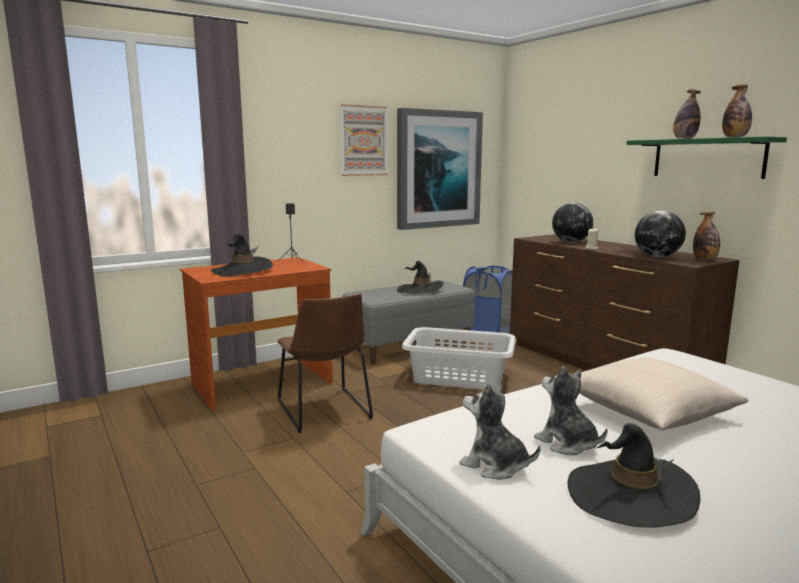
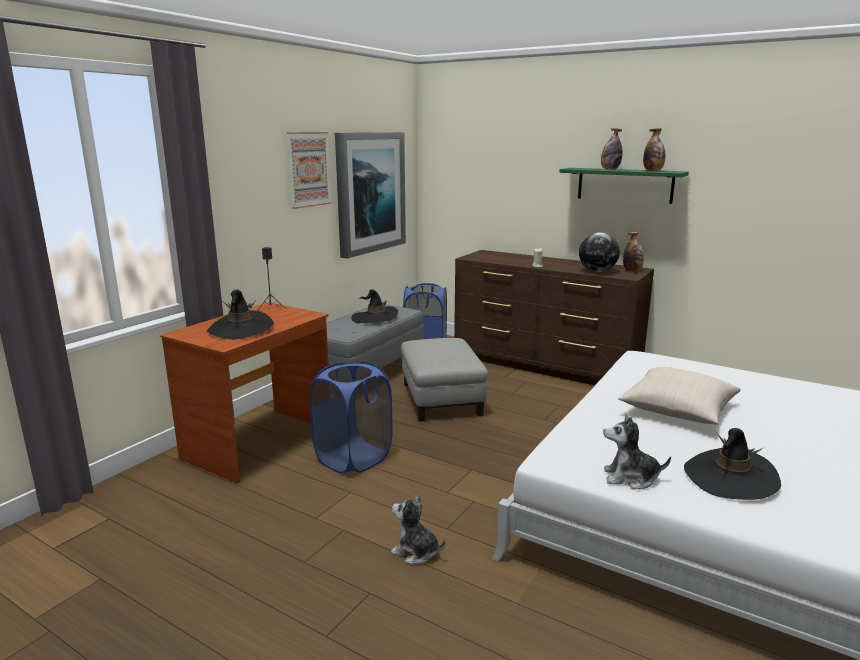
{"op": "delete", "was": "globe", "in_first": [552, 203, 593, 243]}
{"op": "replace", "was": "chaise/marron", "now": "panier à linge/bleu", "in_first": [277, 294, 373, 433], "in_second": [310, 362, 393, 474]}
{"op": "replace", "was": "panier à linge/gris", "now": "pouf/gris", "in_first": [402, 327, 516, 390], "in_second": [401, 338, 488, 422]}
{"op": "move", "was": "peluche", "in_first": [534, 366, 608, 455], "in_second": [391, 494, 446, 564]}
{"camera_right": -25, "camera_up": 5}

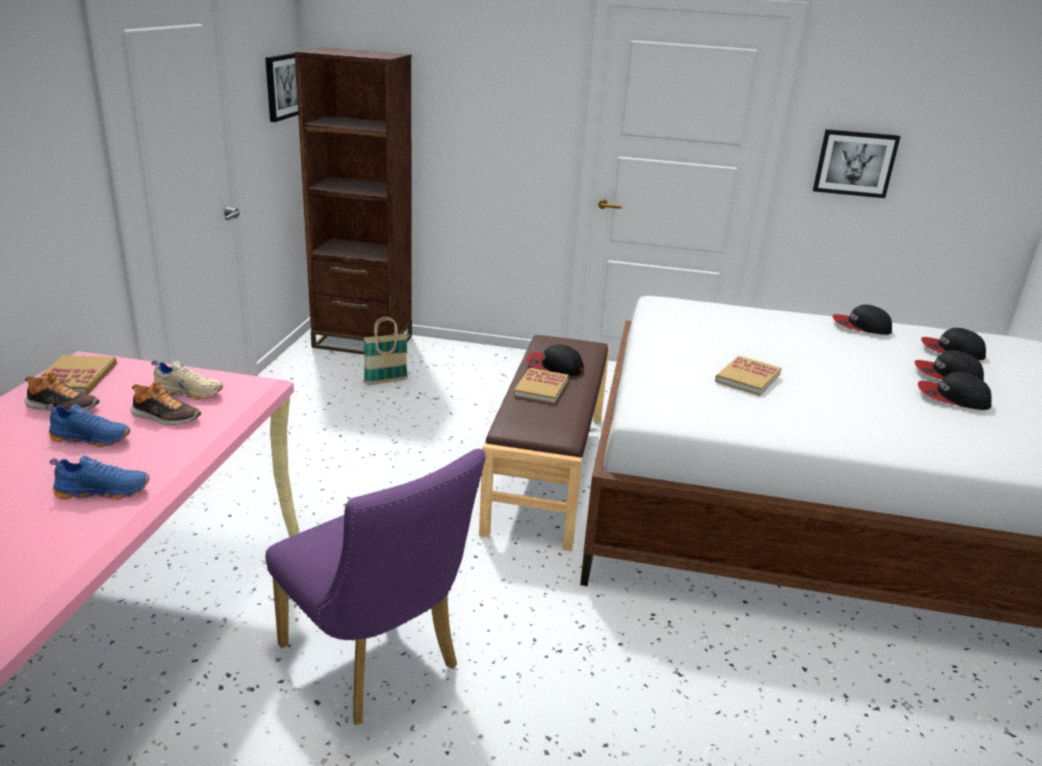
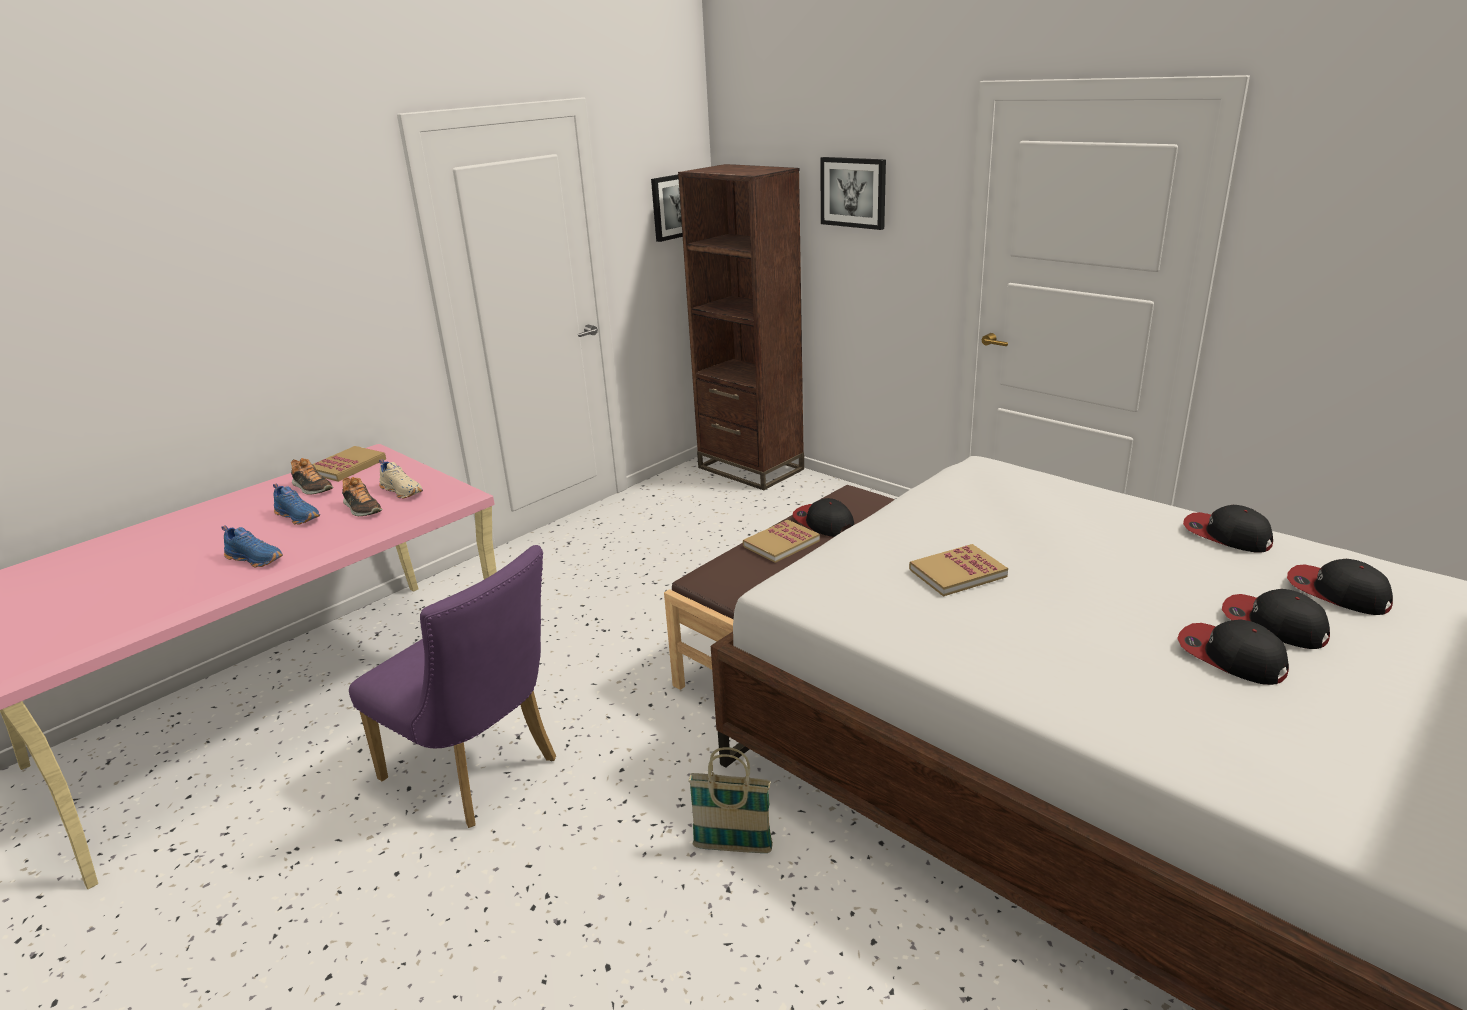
{"op": "move", "was": "tableau", "in_first": [813, 129, 901, 198], "in_second": [820, 157, 886, 230]}
{"op": "move", "was": "panier", "in_first": [363, 317, 408, 385], "in_second": [688, 747, 773, 853]}
{"op": "rotate", "was": "chaise/violet", "in_first": [265, 449, 486, 725], "in_second": [349, 545, 556, 828], "clockwise": -45}
{"camera_right": 35, "camera_up": 0}

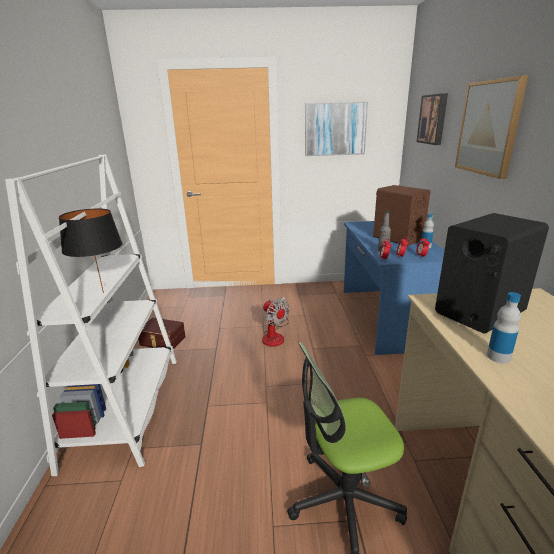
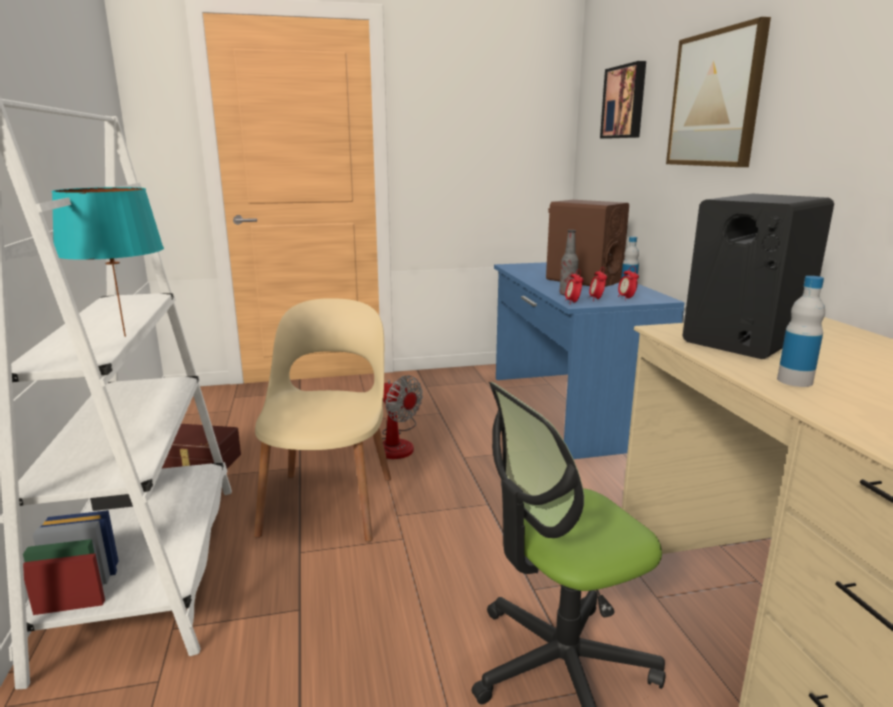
{"op": "delete", "was": "tableau", "in_first": [305, 102, 368, 156]}
{"op": "recolor", "was": "lampe de table/noir", "now": "lampe de table/turquoise", "in_first": [59, 208, 123, 293], "in_second": [52, 187, 164, 337]}
{"op": "insert", "now": "chaise/beige", "in_second": [254, 298, 391, 542]}
{"camera_right": -10, "camera_up": -5}

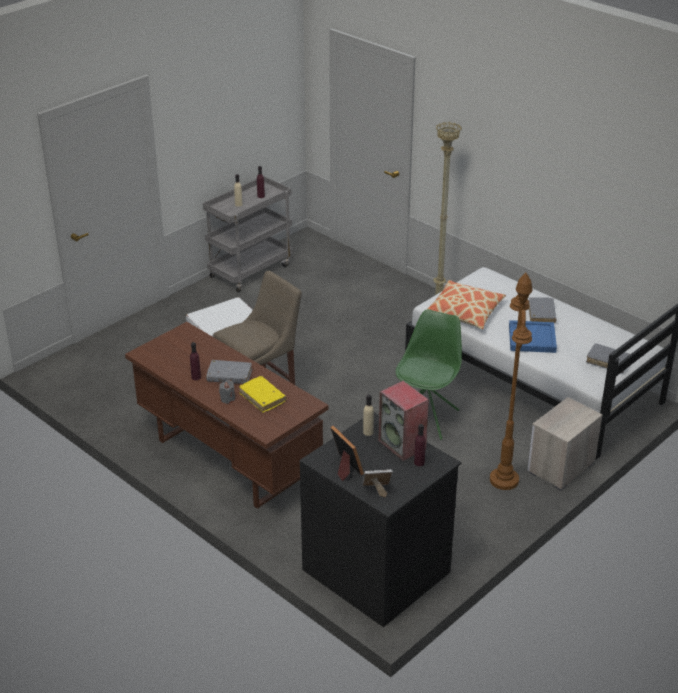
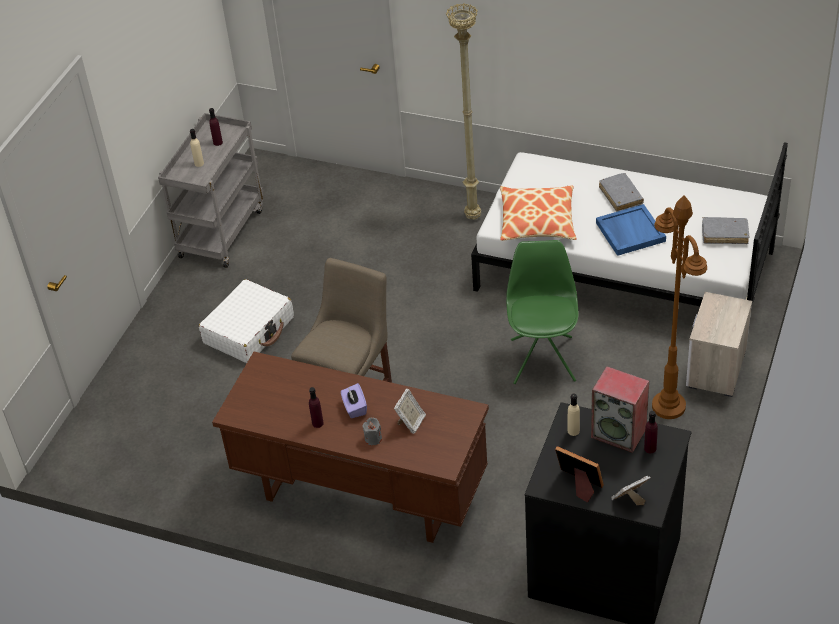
{"op": "replace", "was": "livre/gris", "now": "boîte à mouchoirs/violet", "in_first": [206, 360, 252, 384], "in_second": [341, 383, 367, 418]}
{"op": "replace", "was": "livre/jaune", "now": "cadre photo", "in_first": [239, 376, 286, 413], "in_second": [394, 389, 426, 434]}
{"camera_right": -20, "camera_up": 10}

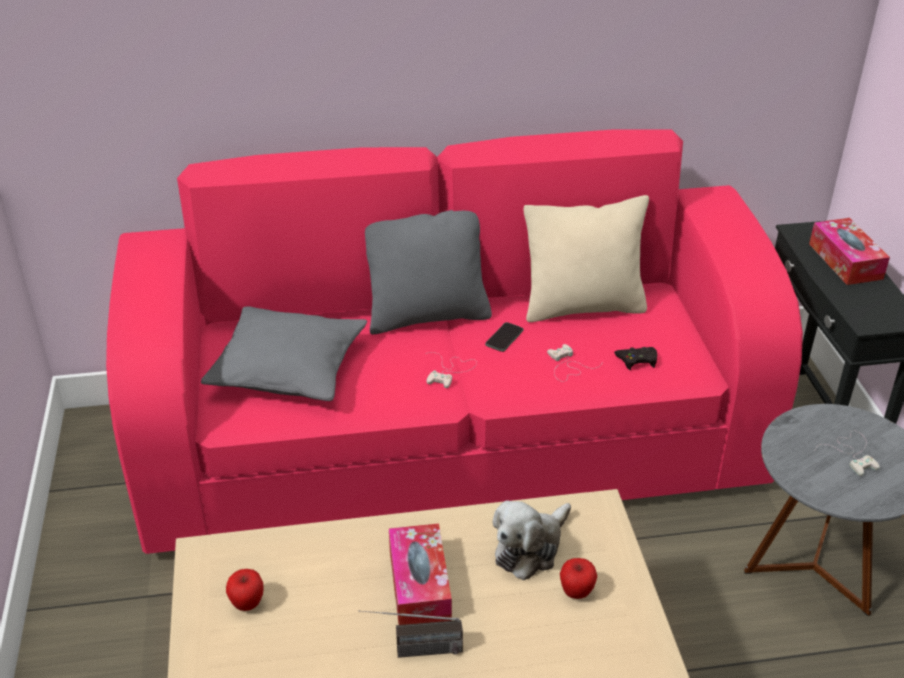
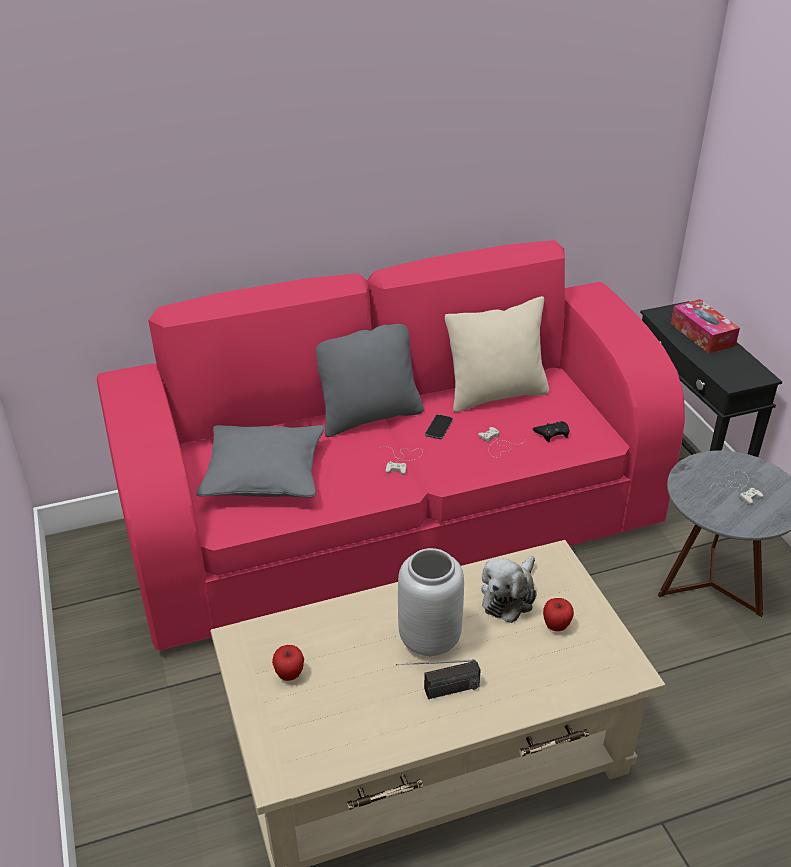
{"op": "replace", "was": "boîte à mouchoirs", "now": "vase/gris", "in_first": [389, 523, 452, 625], "in_second": [398, 548, 464, 656]}
{"camera_right": -10, "camera_up": 0}

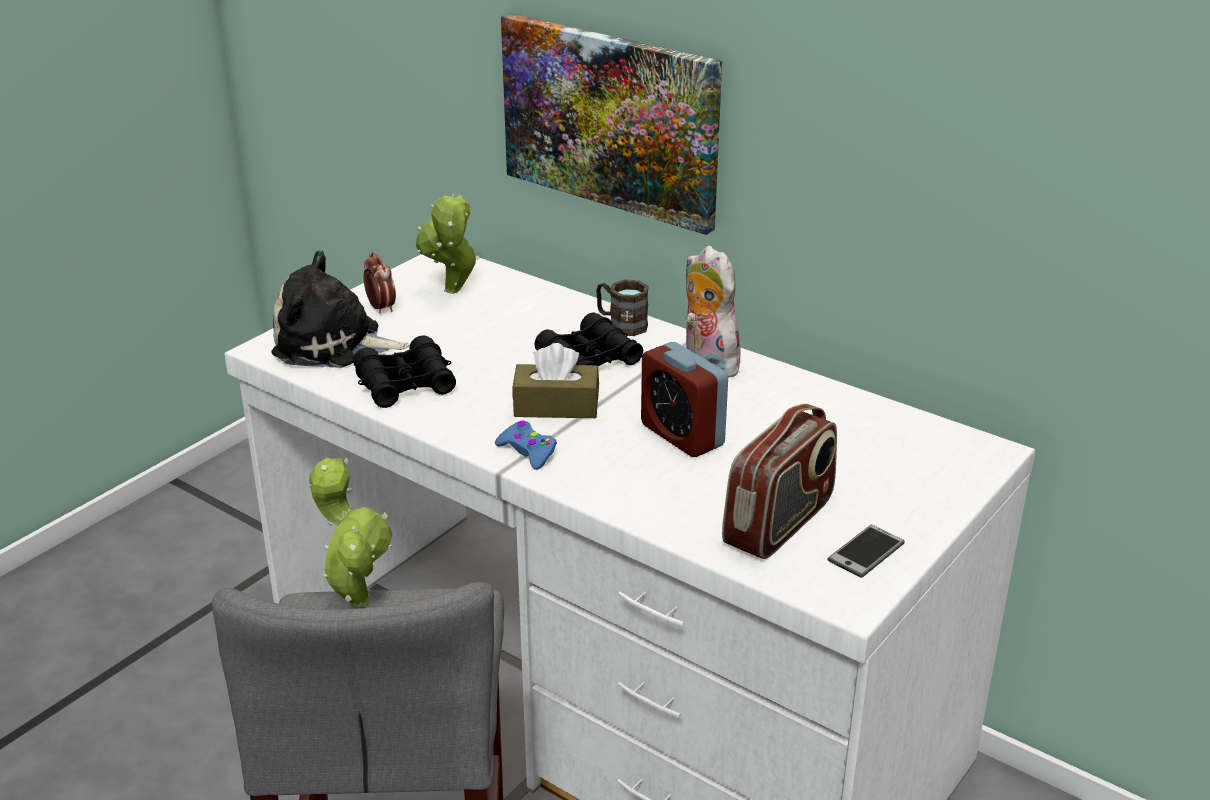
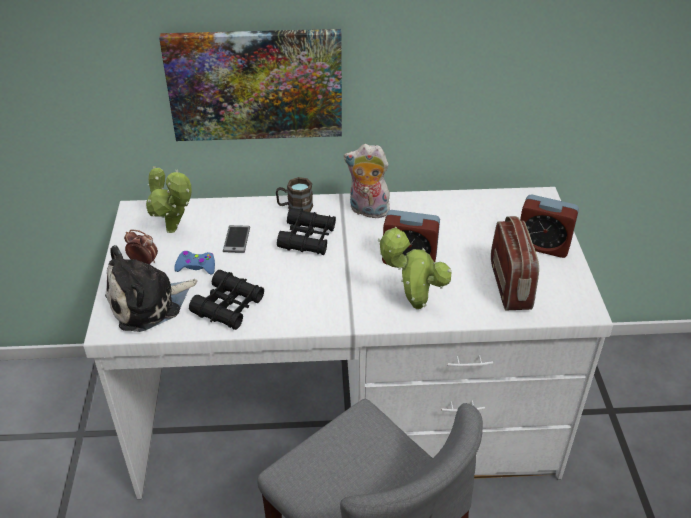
{"op": "delete", "was": "boîte à mouchoirs/marron", "in_first": [512, 343, 599, 418]}
{"op": "move", "was": "manette/bleu", "in_first": [495, 420, 557, 470], "in_second": [174, 251, 215, 275]}
{"op": "move", "was": "plante en pot", "in_first": [308, 458, 392, 607], "in_second": [378, 226, 451, 309]}
{"op": "move", "was": "téléphone", "in_first": [827, 525, 905, 578], "in_second": [223, 225, 250, 253]}
{"op": "insert", "now": "réveil", "in_second": [520, 195, 579, 258]}
{"camera_right": -40, "camera_up": 10}

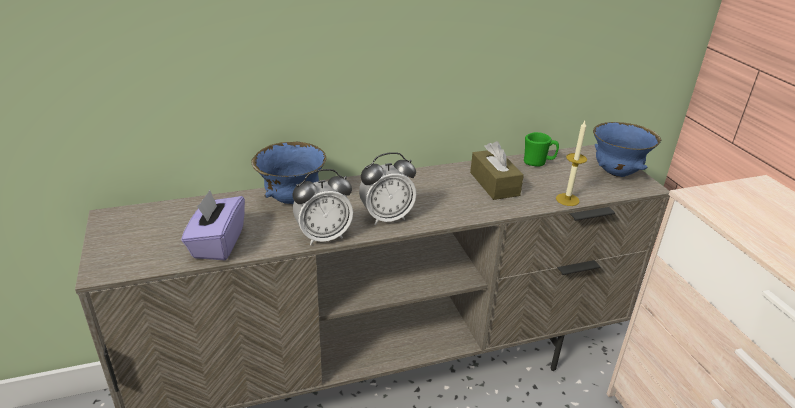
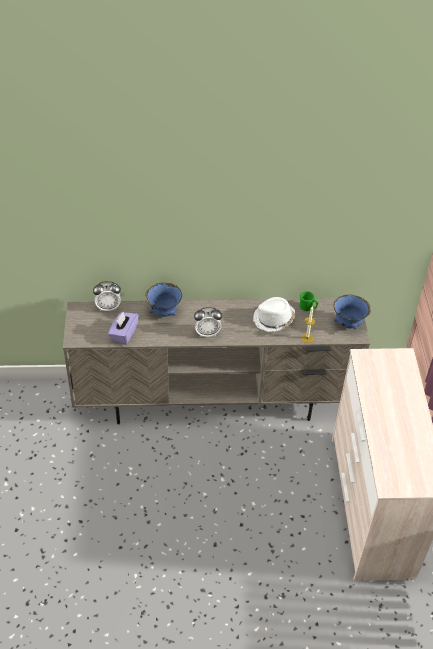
{"op": "replace", "was": "boîte à mouchoirs/marron", "now": "chapeau/blanc", "in_first": [470, 141, 524, 200], "in_second": [253, 297, 296, 332]}
{"op": "move", "was": "réveil", "in_first": [292, 169, 353, 245], "in_second": [93, 281, 121, 311]}
{"camera_right": 15, "camera_up": 15}

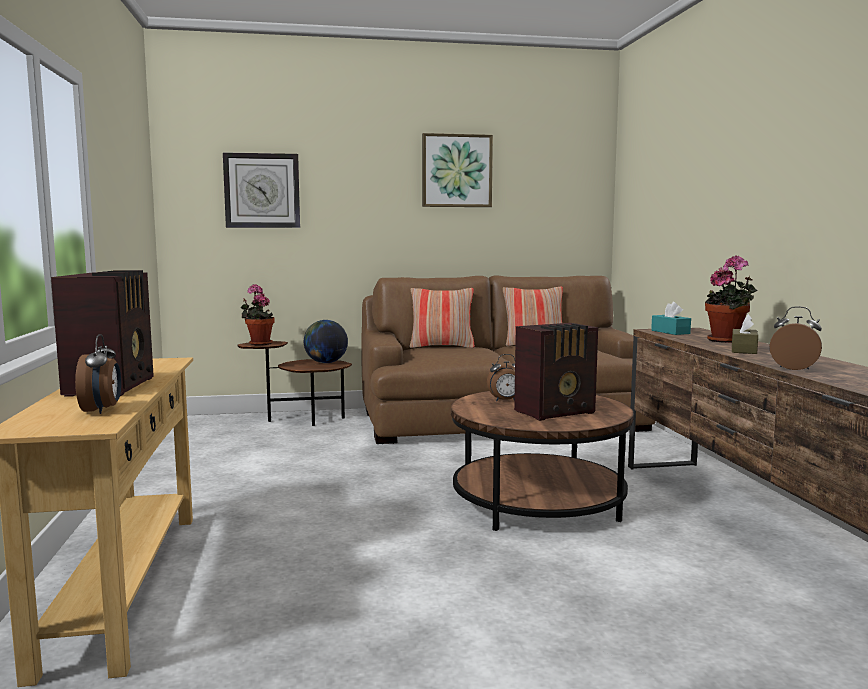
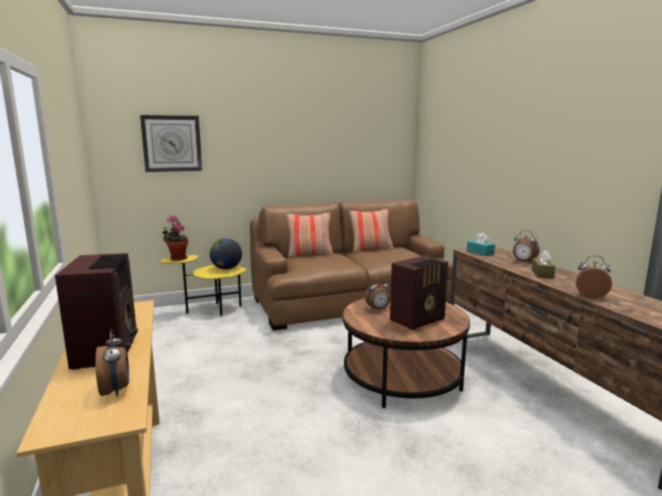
{"op": "delete", "was": "tableau", "in_first": [422, 133, 493, 207]}
{"op": "replace", "was": "plante en pot", "now": "réveil", "in_first": [705, 256, 758, 343], "in_second": [513, 230, 540, 263]}
{"op": "recolor", "was": "table d'appoint/marron", "now": "table d'appoint/jaune", "in_first": [238, 341, 352, 426], "in_second": [161, 255, 246, 316]}
{"camera_right": -10, "camera_up": 5}

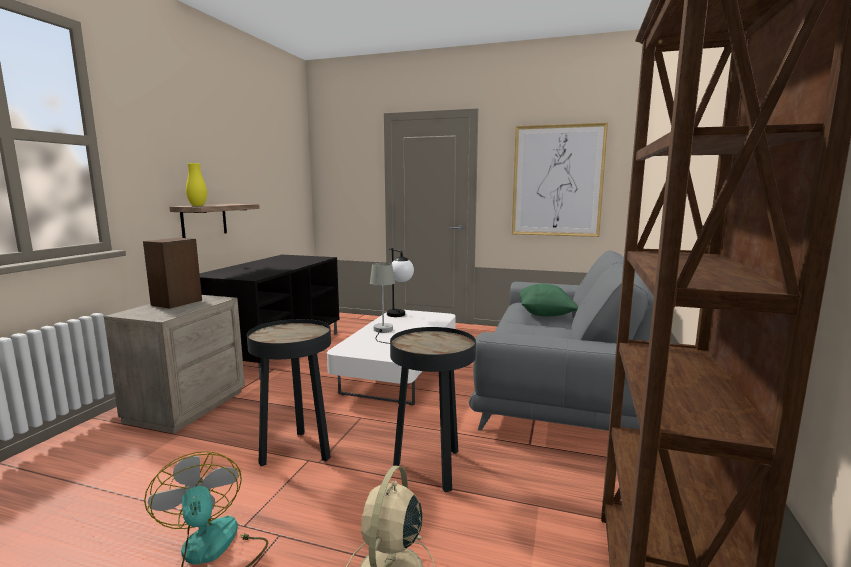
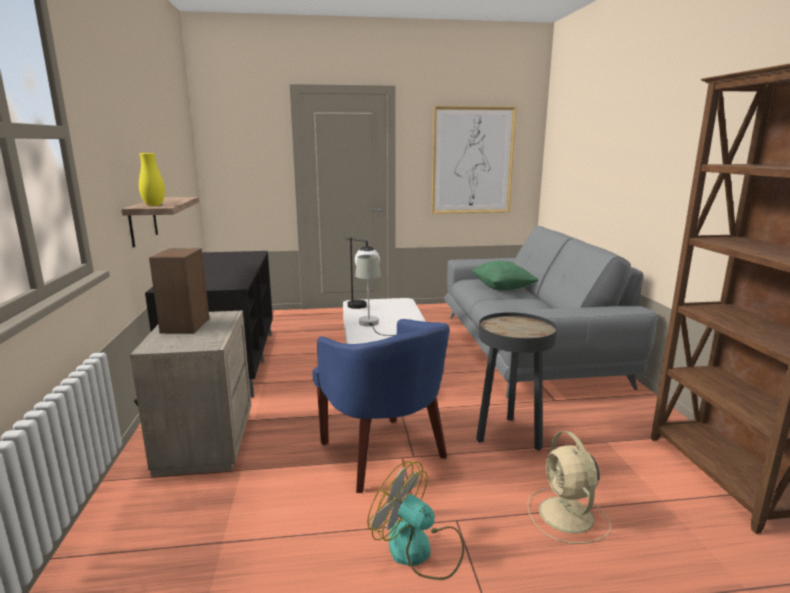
{"op": "replace", "was": "table d'appoint/noir", "now": "fauteuil/bleu", "in_first": [247, 319, 331, 466], "in_second": [312, 319, 450, 493]}
{"camera_right": -25, "camera_up": 5}

